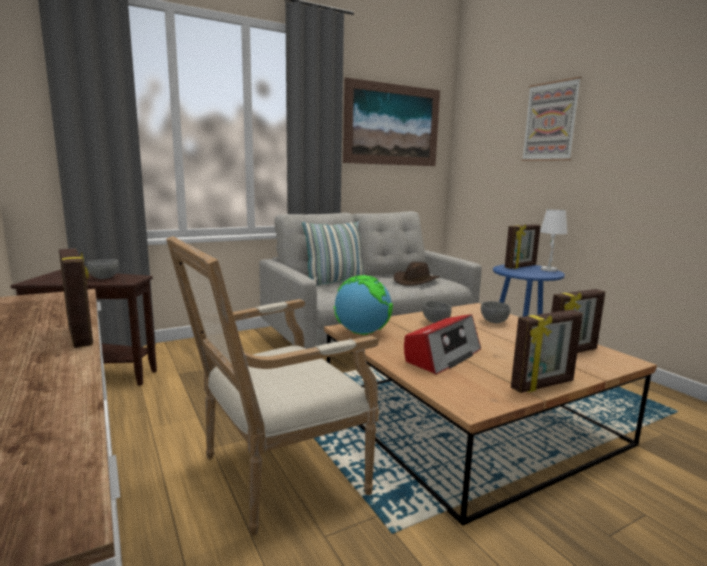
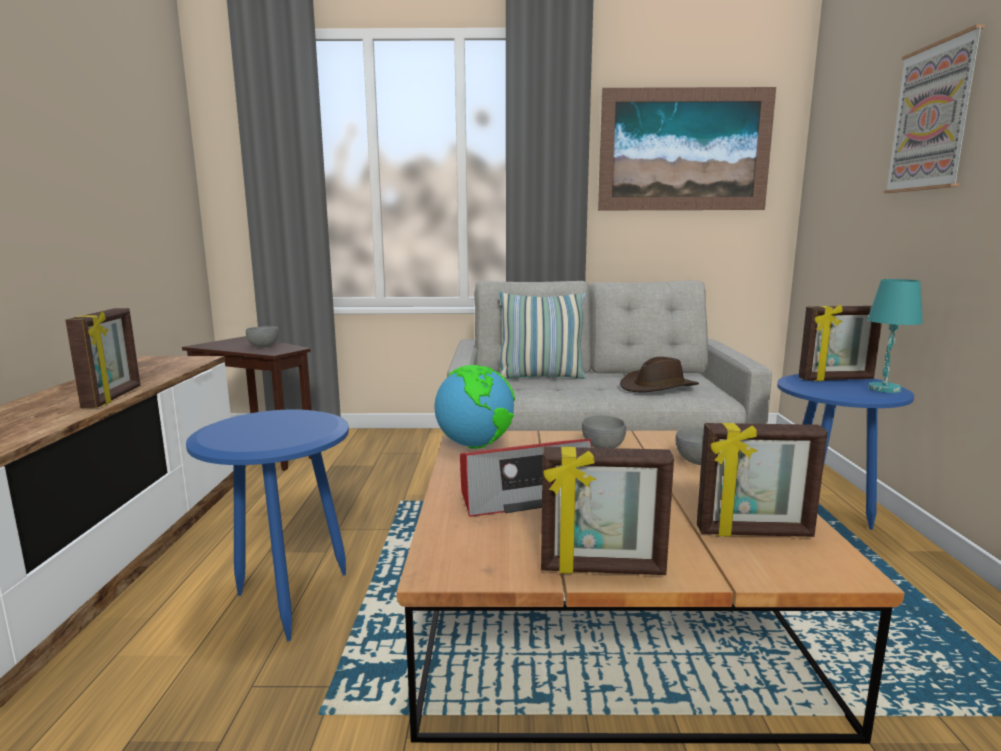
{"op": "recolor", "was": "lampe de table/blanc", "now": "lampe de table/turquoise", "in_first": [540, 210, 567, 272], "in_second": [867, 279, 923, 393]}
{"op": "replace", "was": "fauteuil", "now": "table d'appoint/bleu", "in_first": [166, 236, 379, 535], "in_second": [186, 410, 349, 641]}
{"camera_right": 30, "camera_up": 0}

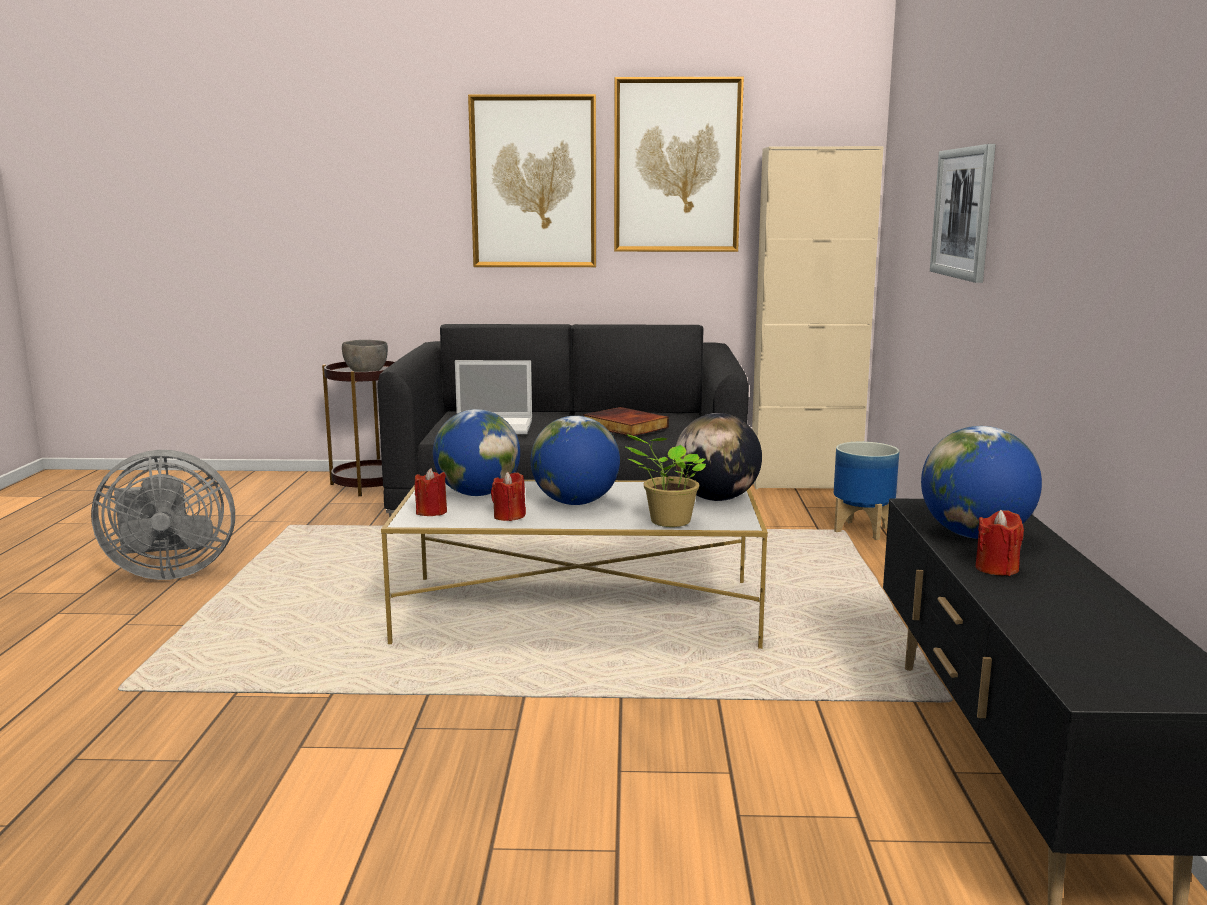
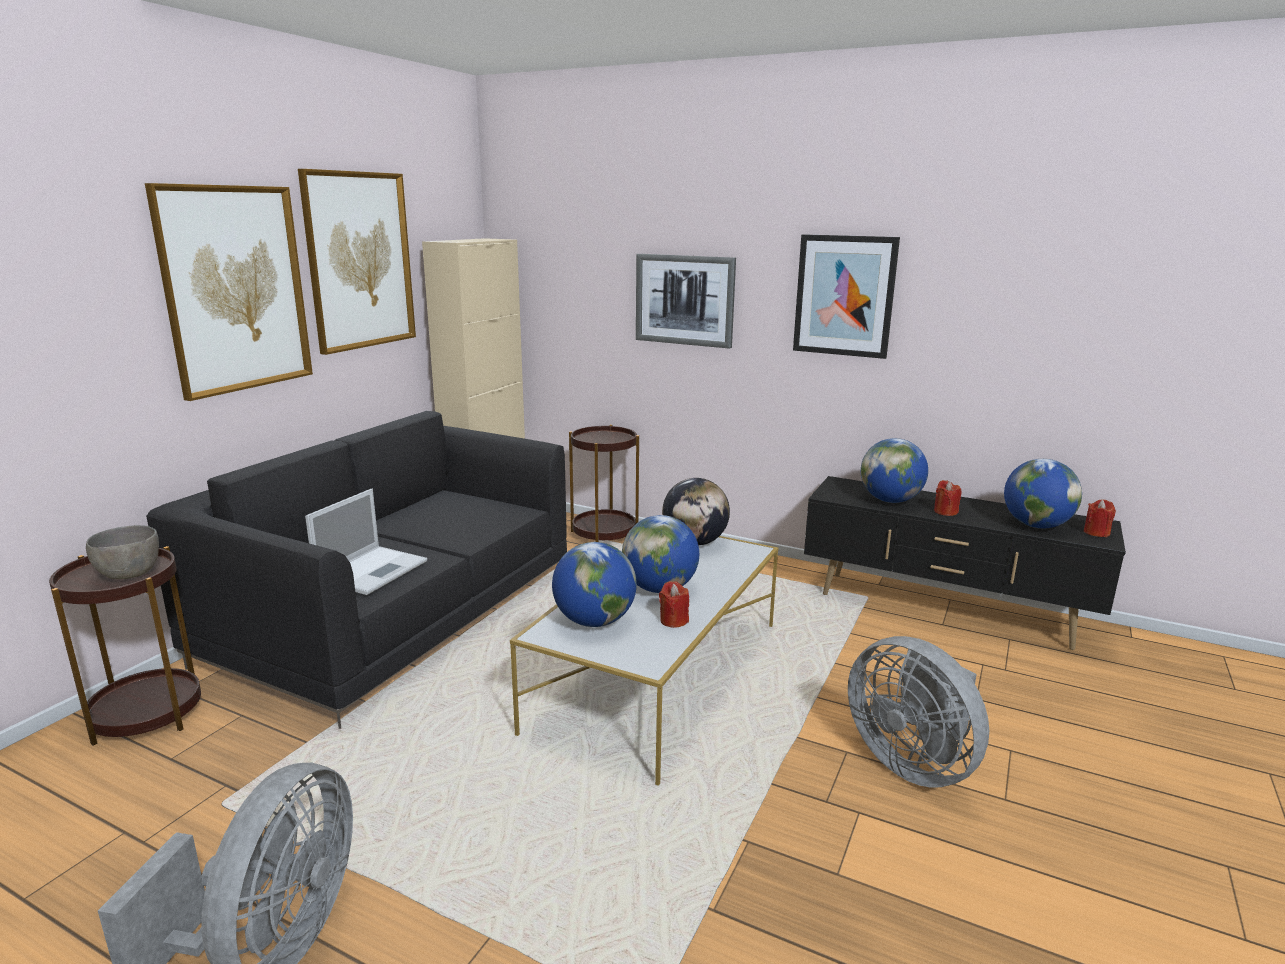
{"op": "delete", "was": "livre", "in_first": [583, 407, 669, 436]}
{"op": "delete", "was": "plante en pot", "in_first": [626, 434, 706, 527]}
{"op": "replace", "was": "cache-pot", "now": "table d'appoint/marron", "in_first": [834, 442, 899, 540], "in_second": [569, 425, 639, 542]}
{"op": "move", "was": "bougie/rouge", "in_first": [415, 468, 447, 516], "in_second": [1084, 500, 1116, 537]}
{"op": "insert", "now": "tableau", "in_second": [793, 234, 900, 359]}
{"op": "insert", "now": "globe", "in_second": [1004, 459, 1082, 528]}
{"op": "insert", "now": "ventilateur/gris", "in_second": [848, 636, 989, 788]}
{"camera_right": -65, "camera_up": 5}

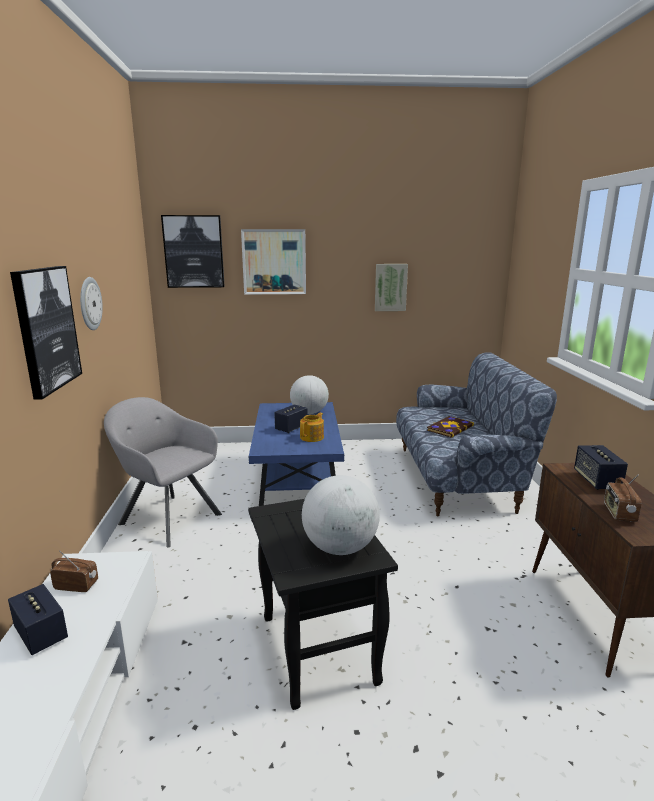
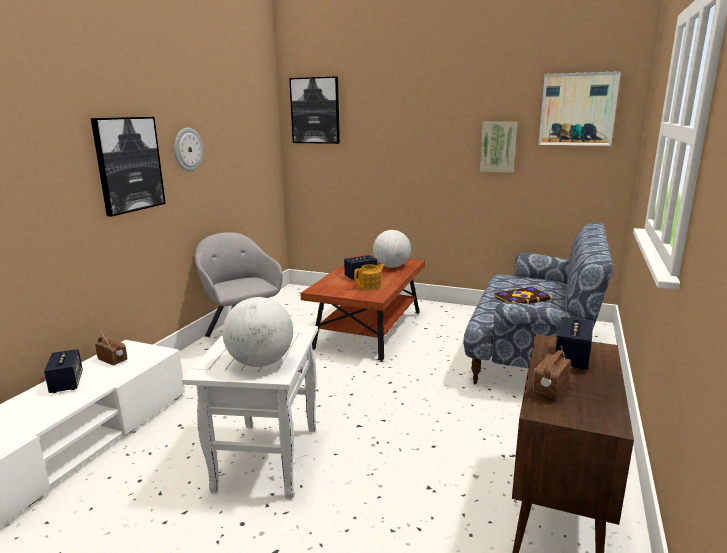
{"op": "move", "was": "tableau", "in_first": [241, 229, 306, 294], "in_second": [538, 71, 621, 146]}
{"op": "recolor", "was": "table basse/bleu", "now": "table basse/marron", "in_first": [248, 402, 344, 506], "in_second": [300, 254, 425, 362]}
{"op": "recolor", "was": "table d'appoint/noir", "now": "table d'appoint/blanc", "in_first": [248, 499, 398, 710], "in_second": [182, 325, 318, 499]}
{"camera_right": 25, "camera_up": 0}

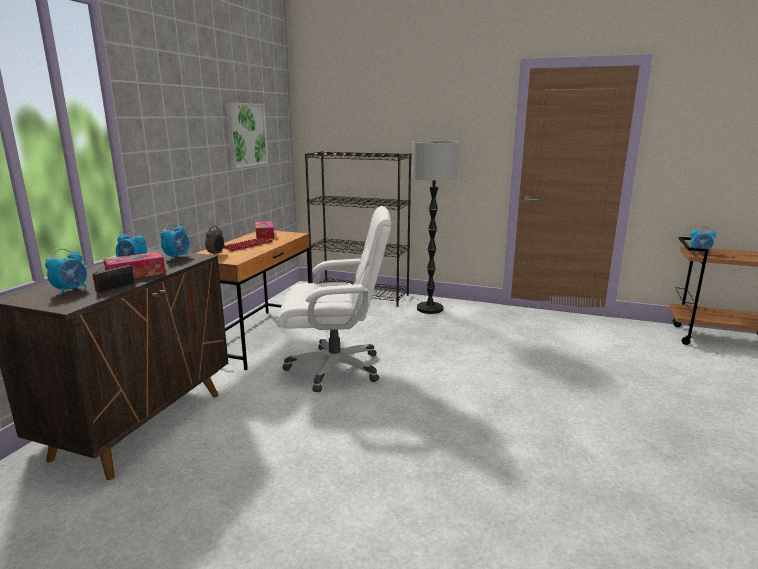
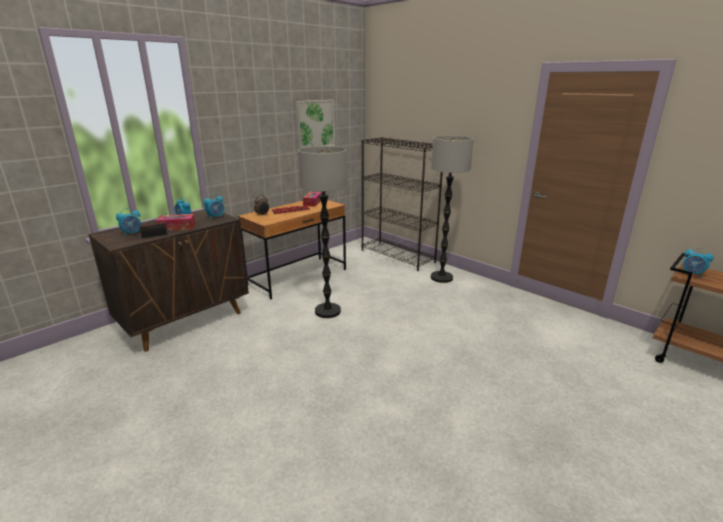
{"op": "replace", "was": "chaise de bureau/blanc", "now": "lampadaire", "in_first": [277, 206, 391, 392], "in_second": [298, 146, 347, 318]}
{"camera_right": 25, "camera_up": 5}

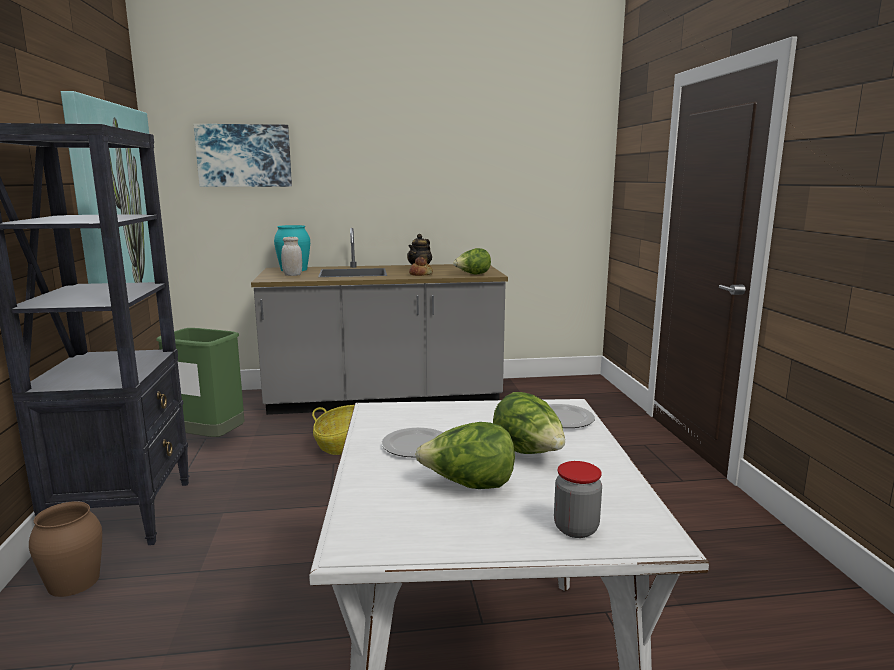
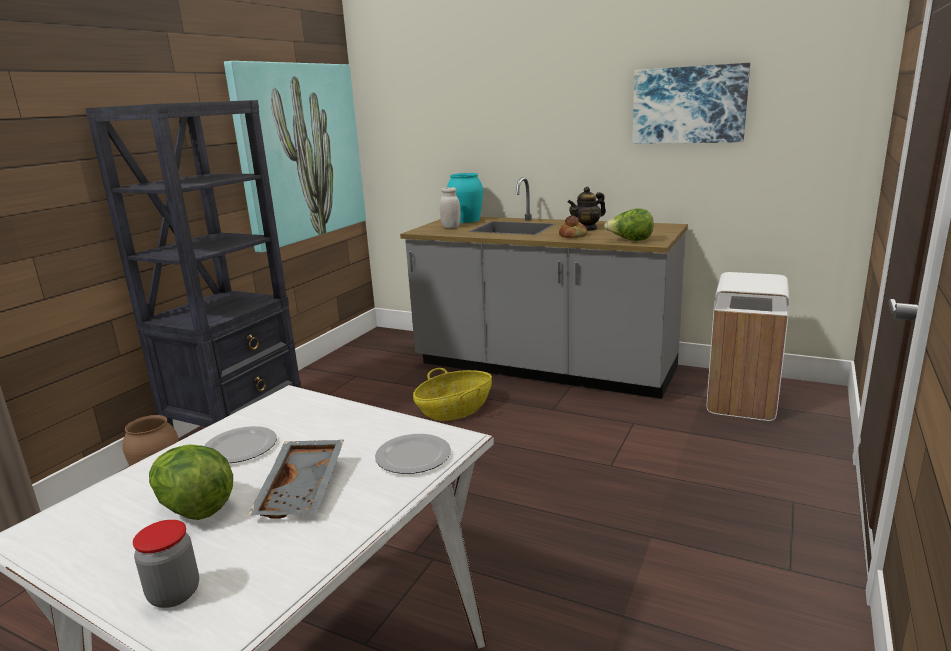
{"op": "move", "was": "tableau", "in_first": [193, 124, 292, 187], "in_second": [632, 63, 750, 144]}
{"op": "delete", "was": "poubelle/vert", "in_first": [156, 328, 245, 437]}
{"op": "replace", "was": "laitue", "now": "plateau/gris", "in_first": [493, 392, 565, 454], "in_second": [248, 440, 344, 519]}
{"op": "insert", "now": "poubelle/blanc", "in_second": [707, 272, 790, 421]}
{"camera_right": 35, "camera_up": 5}

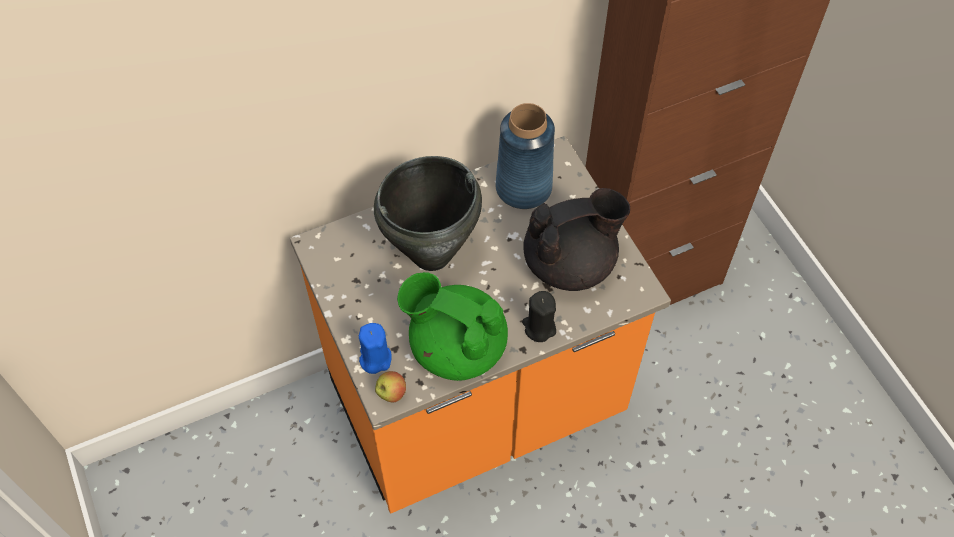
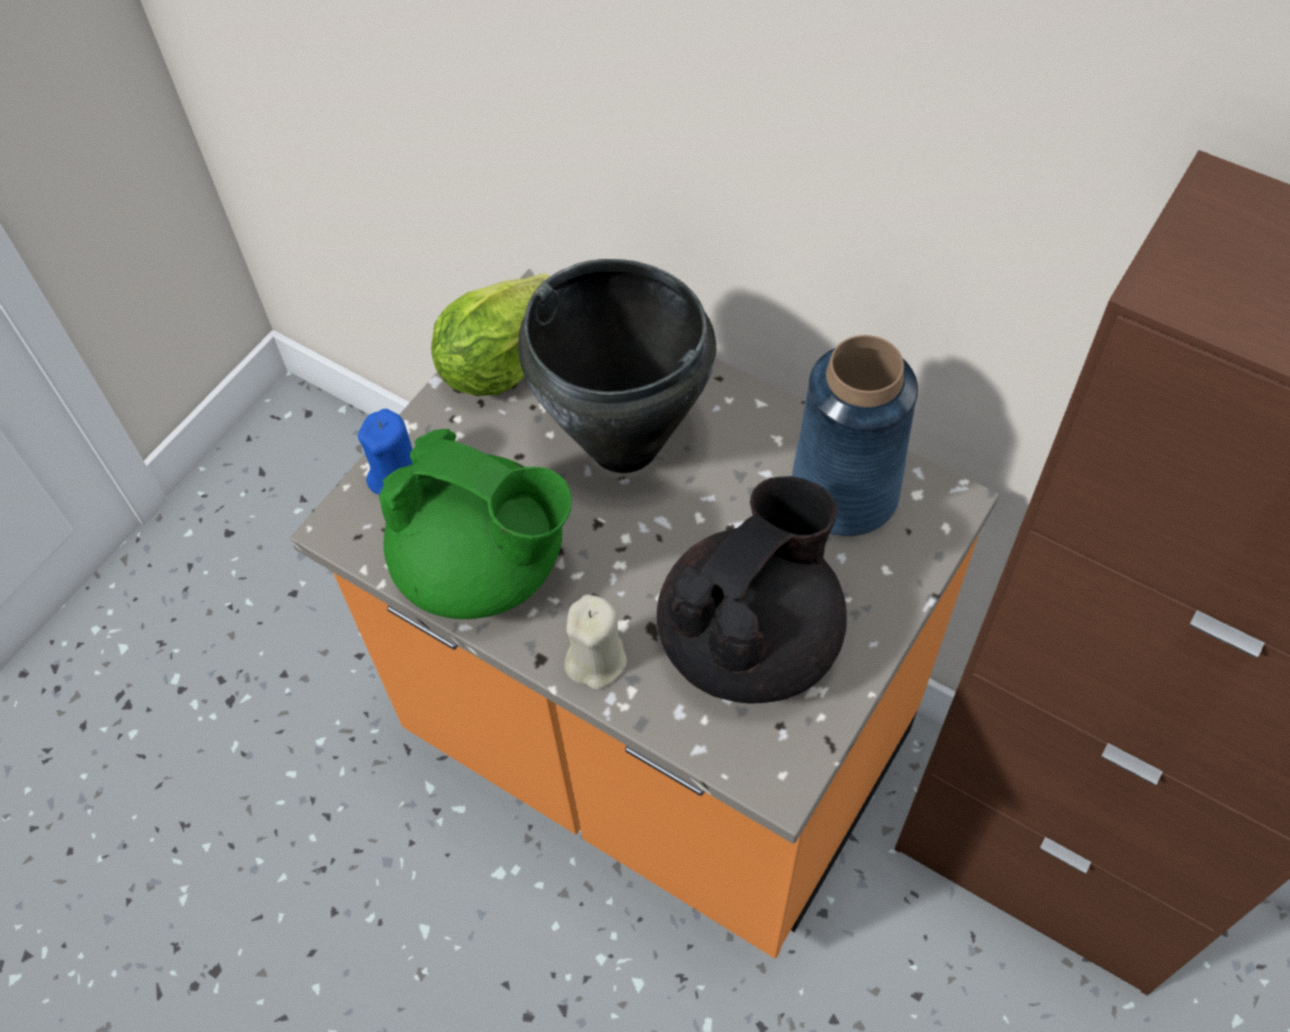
{"op": "rotate", "was": "théière/noir", "in_first": [523, 188, 630, 291], "in_second": [657, 476, 847, 703], "clockwise": -90}
{"op": "rotate", "was": "théière/vert", "in_first": [397, 272, 508, 381], "in_second": [379, 429, 572, 619], "clockwise": 120}
{"op": "recolor", "was": "bougie/noir", "now": "bougie/beige", "in_first": [522, 291, 556, 342], "in_second": [564, 594, 627, 690]}
{"op": "delete", "was": "pomme", "in_first": [375, 371, 406, 402]}
{"op": "insert", "now": "laitue", "in_second": [431, 273, 550, 396]}
{"camera_right": 60, "camera_up": 0}

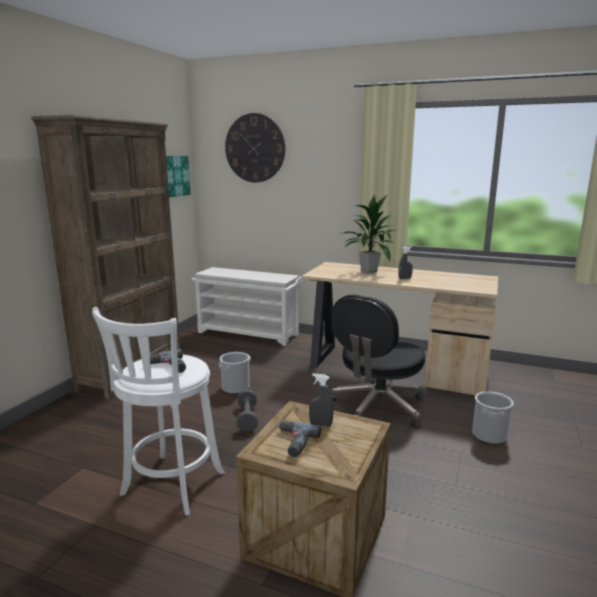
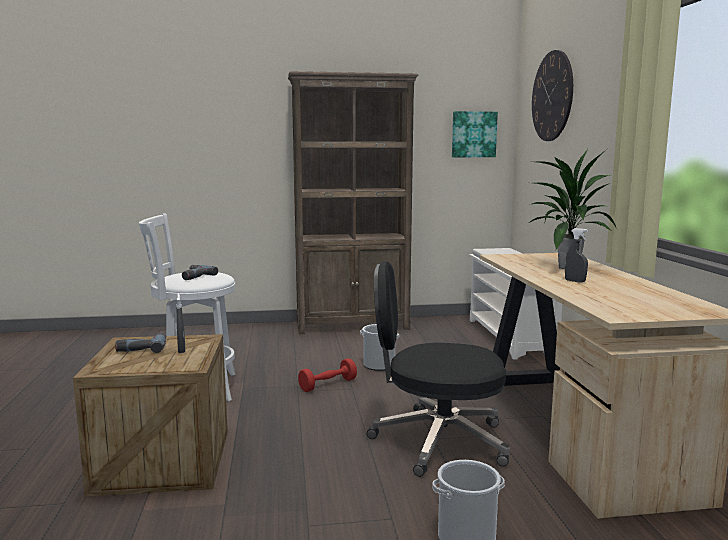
{"op": "recolor", "was": "haltère/gris", "now": "haltère/rouge", "in_first": [237, 389, 258, 432], "in_second": [298, 358, 357, 392]}
{"camera_right": 60, "camera_up": -5}

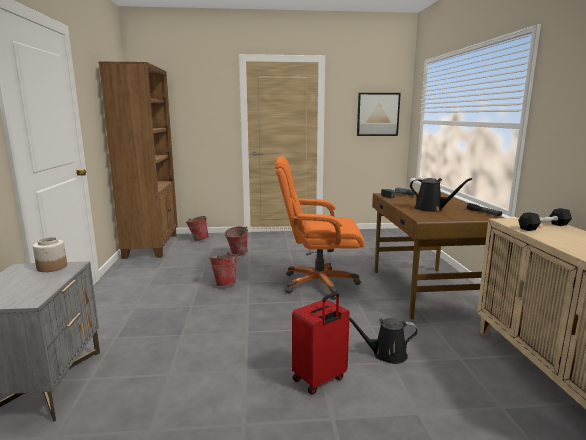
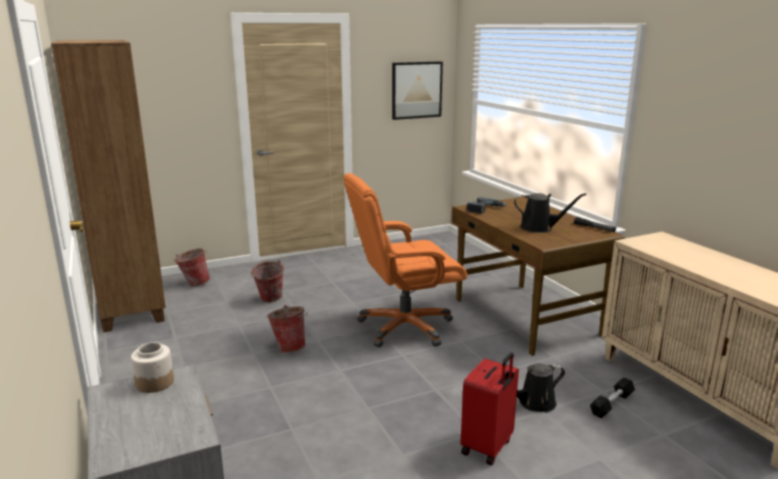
{"op": "move", "was": "haltère/noir", "in_first": [518, 208, 572, 231], "in_second": [590, 377, 635, 418]}
{"camera_right": -20, "camera_up": 5}

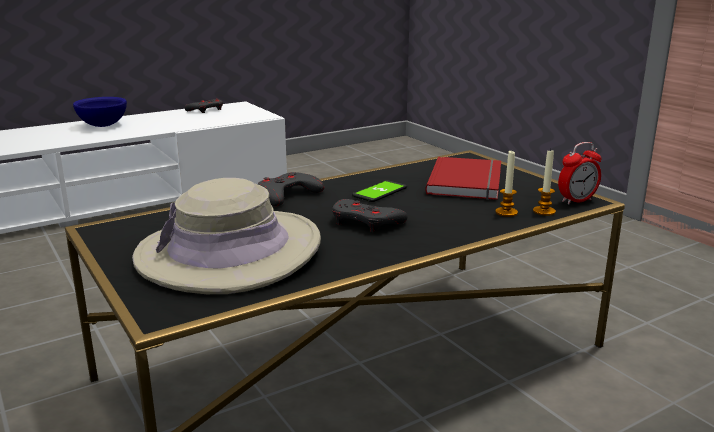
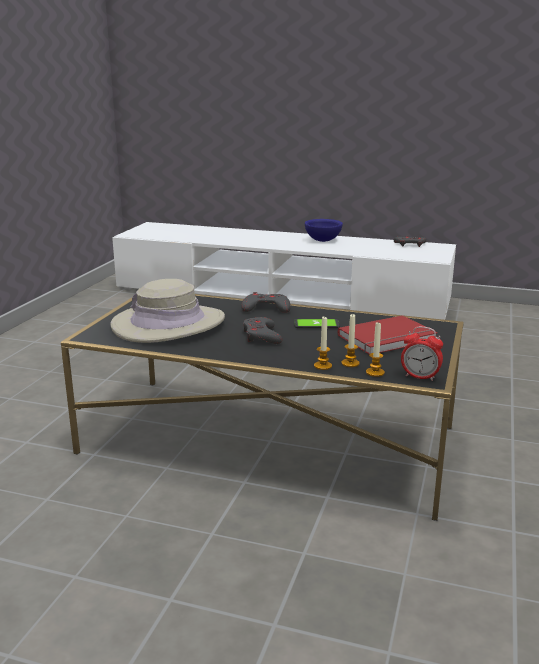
{"op": "insert", "now": "bougie", "in_second": [314, 316, 332, 370]}
{"camera_right": 50, "camera_up": 0}

